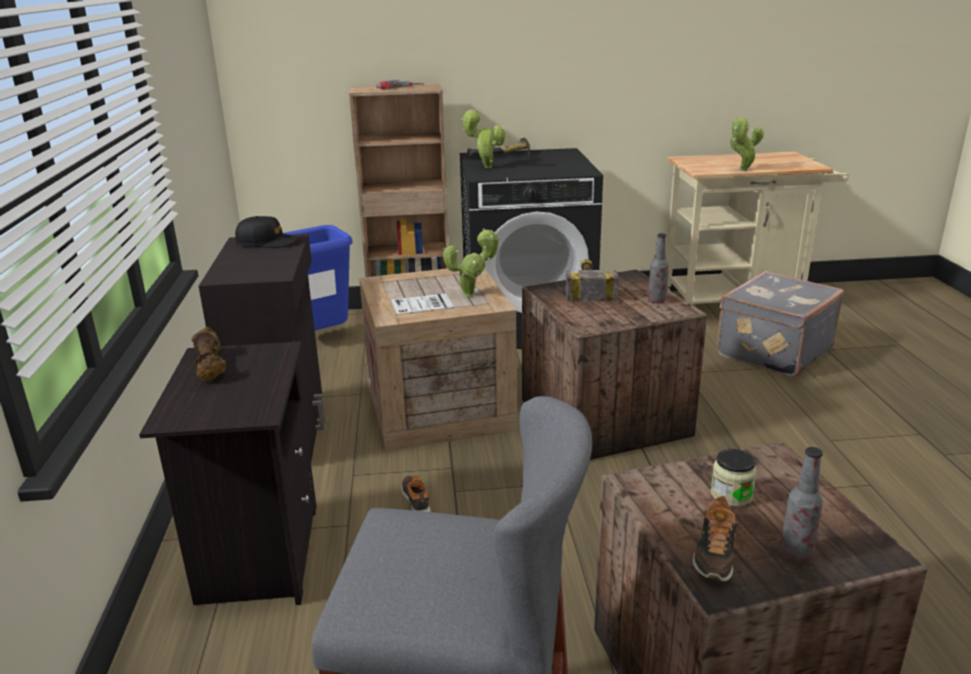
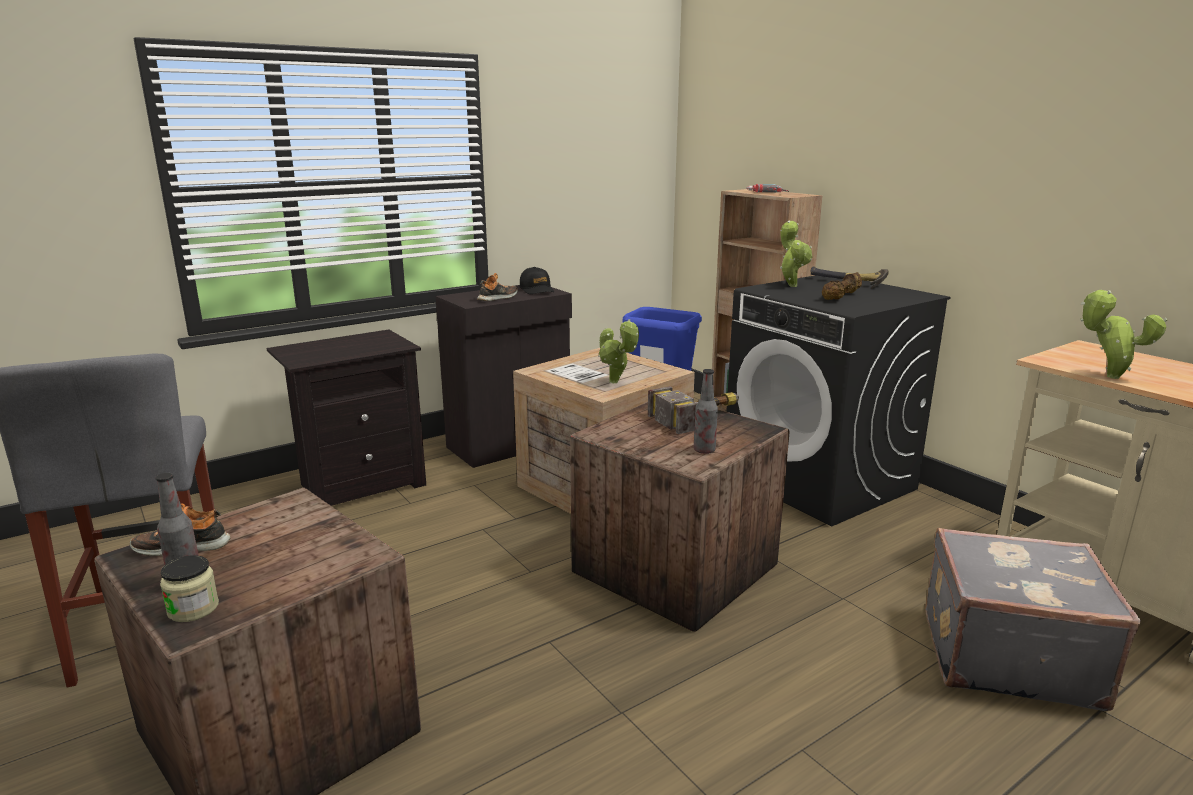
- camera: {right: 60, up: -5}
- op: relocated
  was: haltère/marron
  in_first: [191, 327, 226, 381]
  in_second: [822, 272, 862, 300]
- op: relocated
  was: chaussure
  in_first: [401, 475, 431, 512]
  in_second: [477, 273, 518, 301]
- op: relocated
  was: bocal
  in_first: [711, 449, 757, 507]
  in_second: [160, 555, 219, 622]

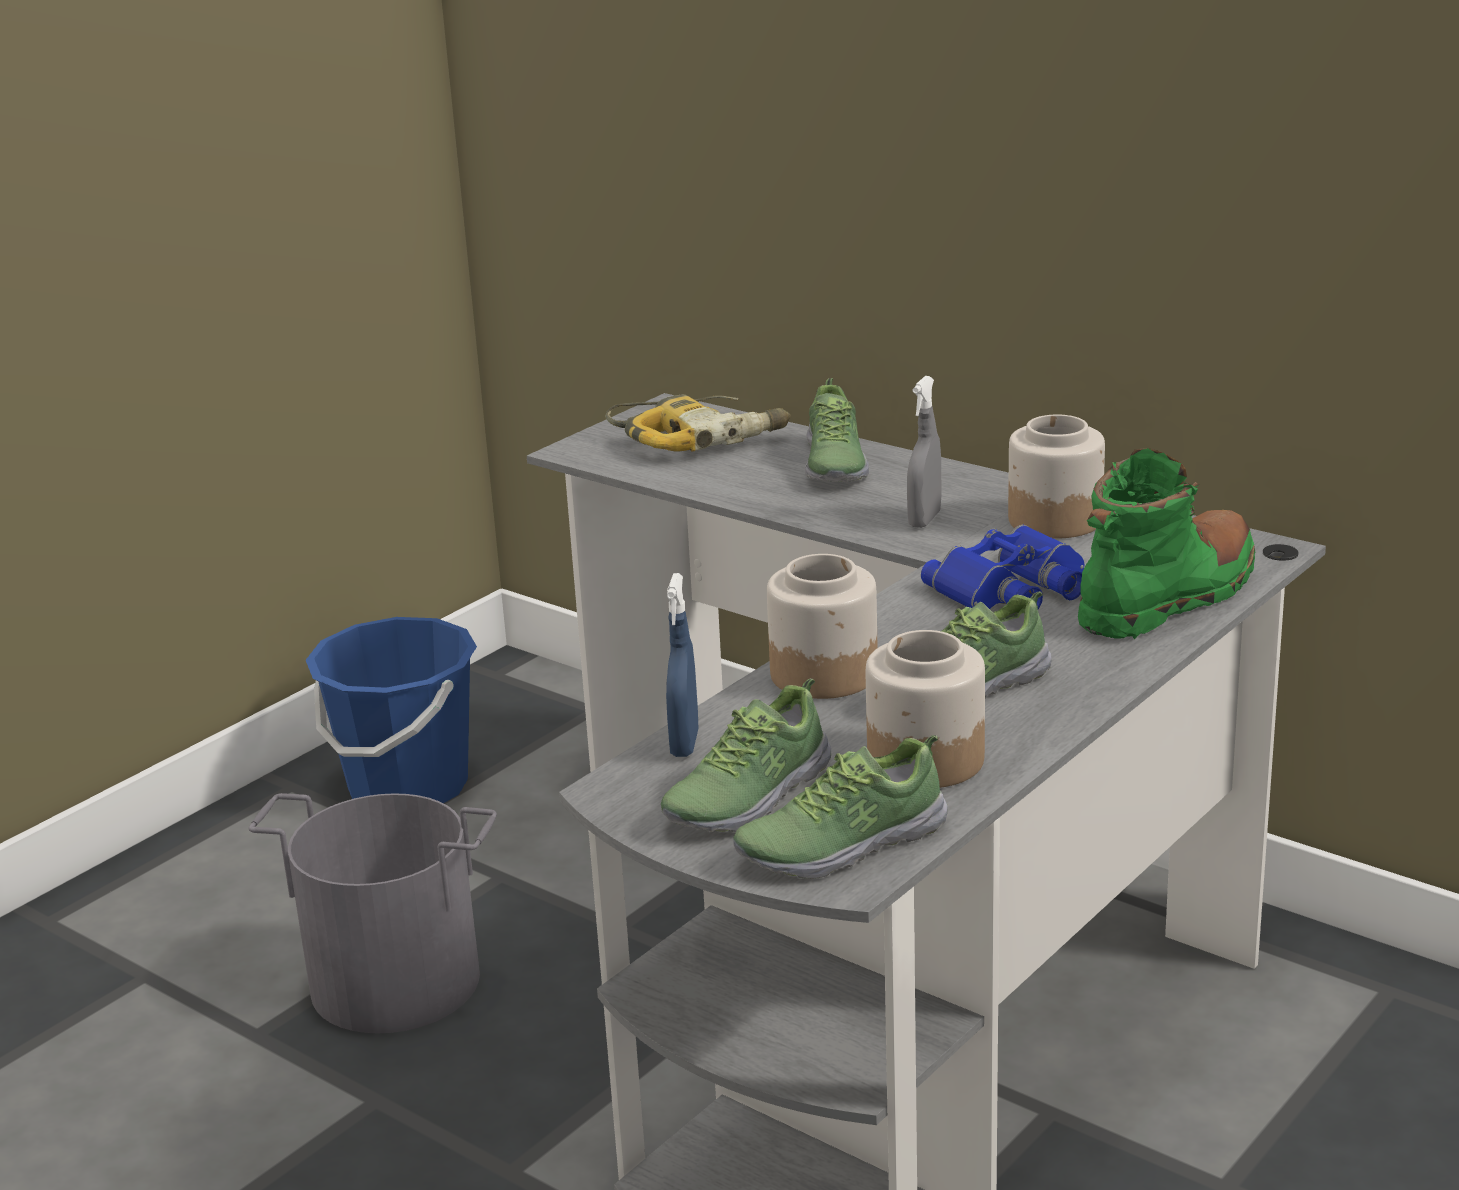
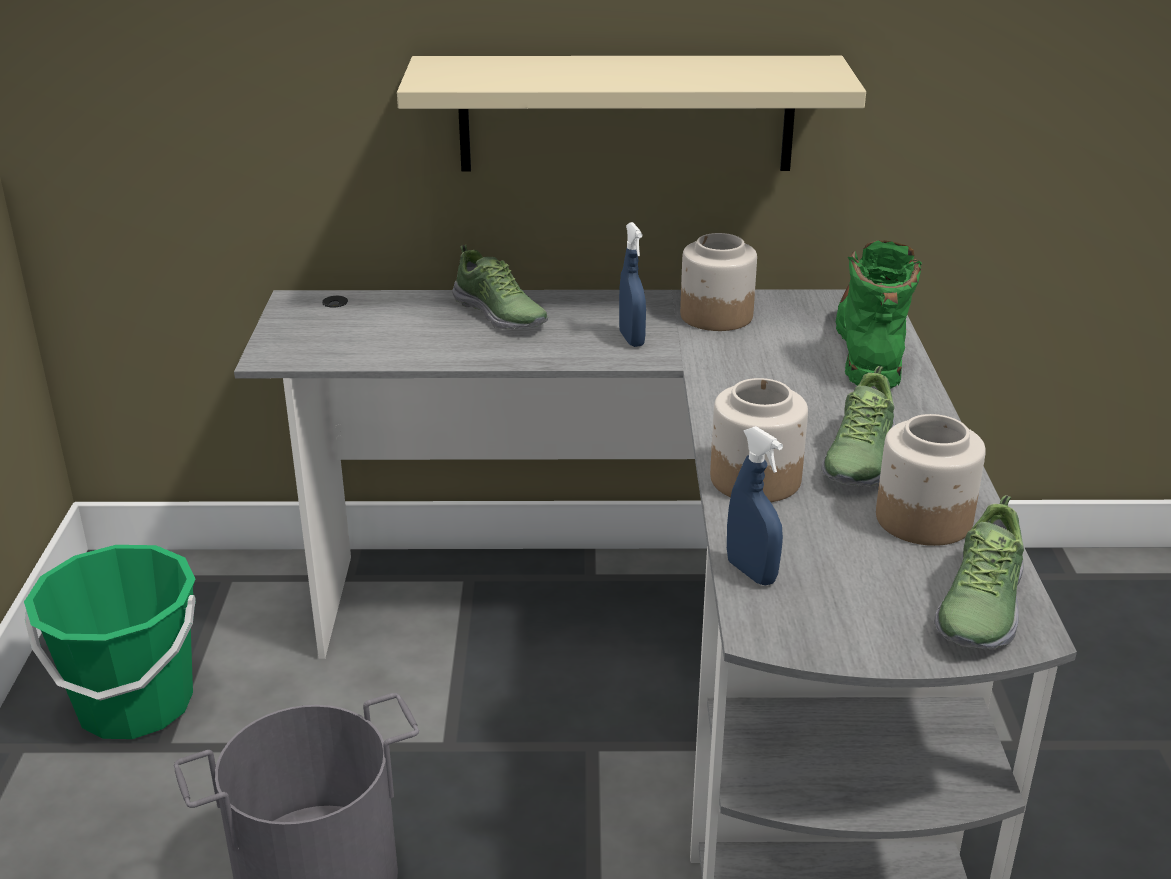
- camera: {right: -40, up: 5}
- op: missing
  was: perceuse
  in_first: [605, 394, 791, 452]
- op: missing
  was: chaussure
  in_first: [661, 678, 831, 832]
- op: missing
  was: jumelles/bleu
  in_first: [921, 525, 1084, 609]
- op: appeared
  now: étagère/beige
  in_second: [397, 56, 866, 171]
- op: colour
  was: seau/bleu
  now: seau/vert
  in_first: [306, 617, 477, 803]
  in_second: [24, 545, 196, 739]
- op: colour
  was: vaporisateur/gris
  now: vaporisateur/bleu
  in_first: [907, 376, 941, 528]
  in_second: [619, 222, 646, 347]

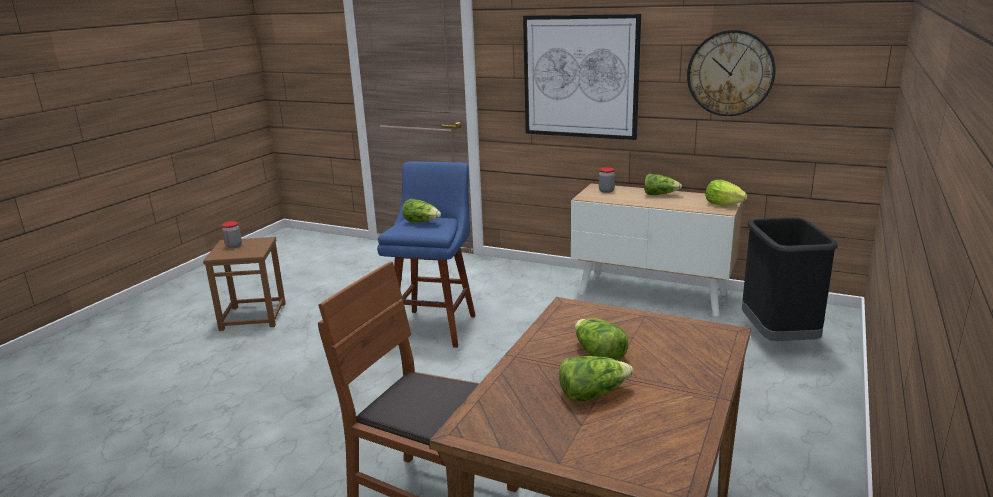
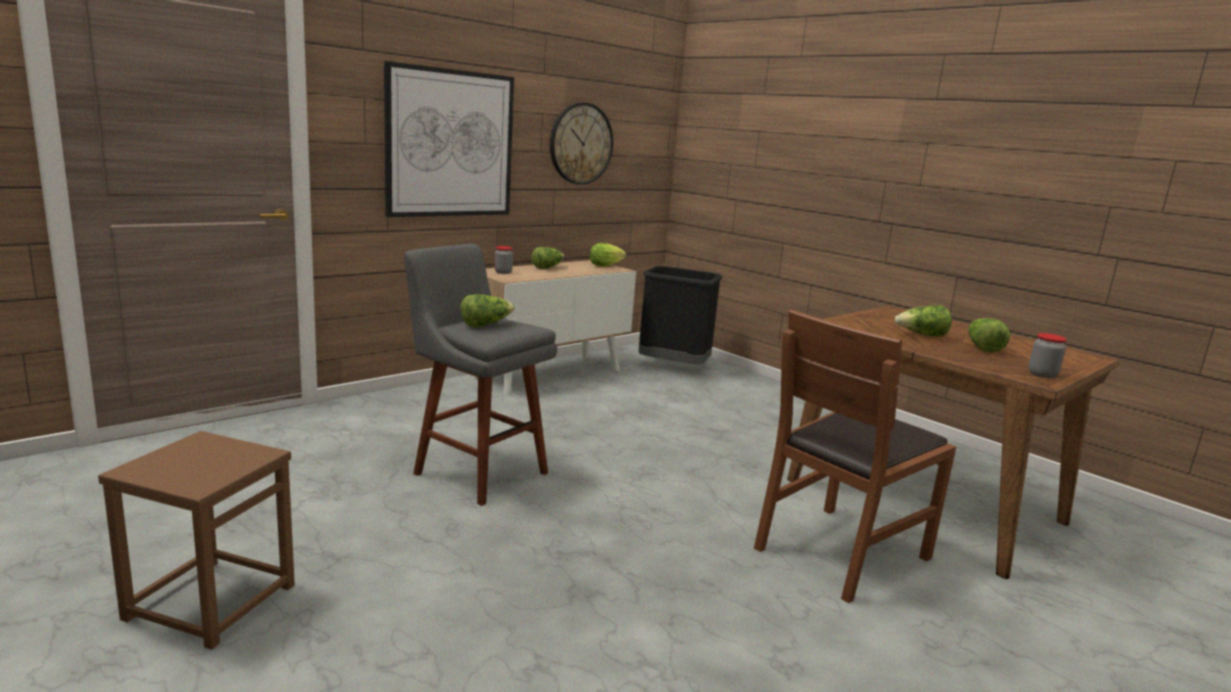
- camera: {right: -70, up: -5}
- op: relocated
  was: bocal
  in_first: [222, 221, 242, 248]
  in_second: [1029, 333, 1067, 378]
- op: colour
  was: tabouret/bleu
  now: tabouret/gris
  in_first: [377, 162, 476, 348]
  in_second: [404, 244, 557, 506]

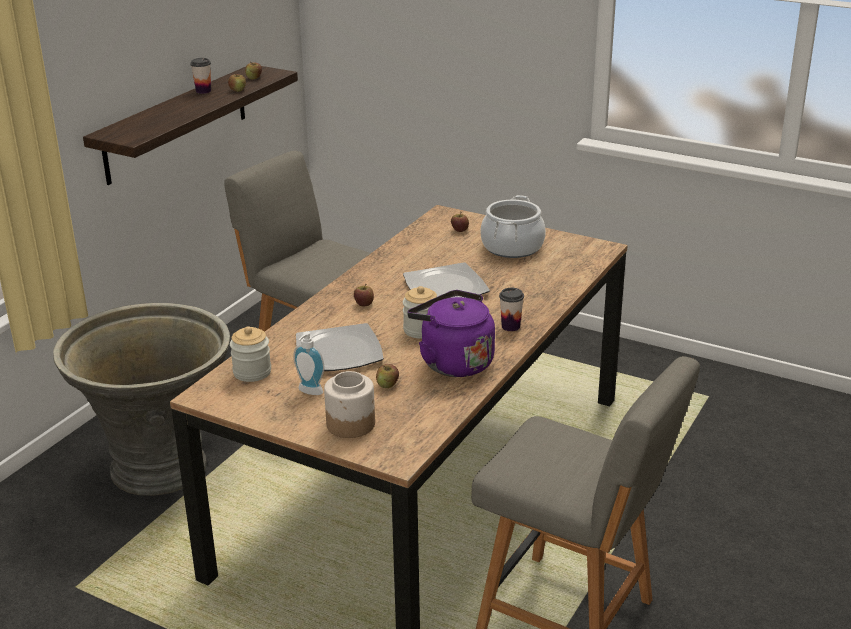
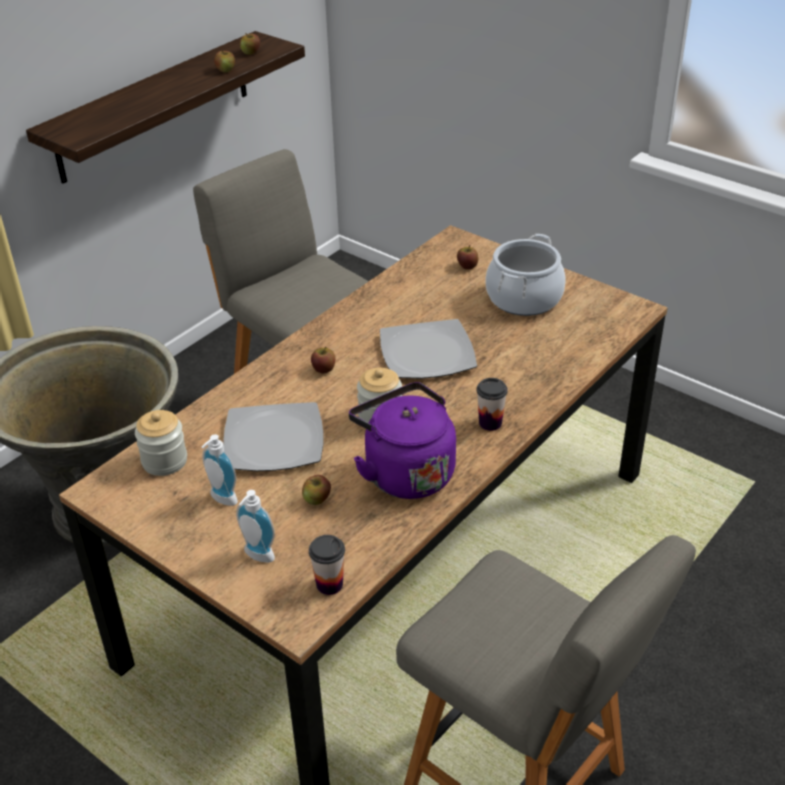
- camera: {right: 10, up: 10}
- op: relocated
  was: tasse
  in_first: [190, 58, 211, 94]
  in_second: [309, 535, 345, 595]
- op: exchanged
  was: bocal
  now: distributeur de savon
  in_first: [324, 371, 375, 438]
  in_second: [236, 490, 275, 563]

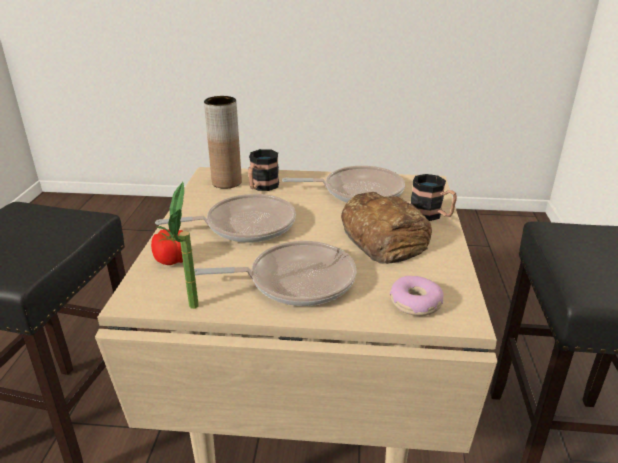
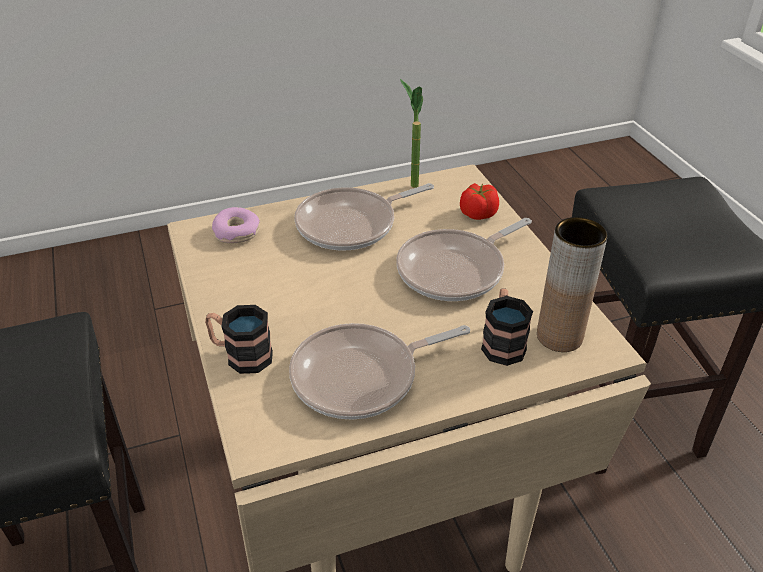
- camera: {right: 155, up: 10}
- op: missing
  was: pain
  in_first: [341, 192, 432, 264]

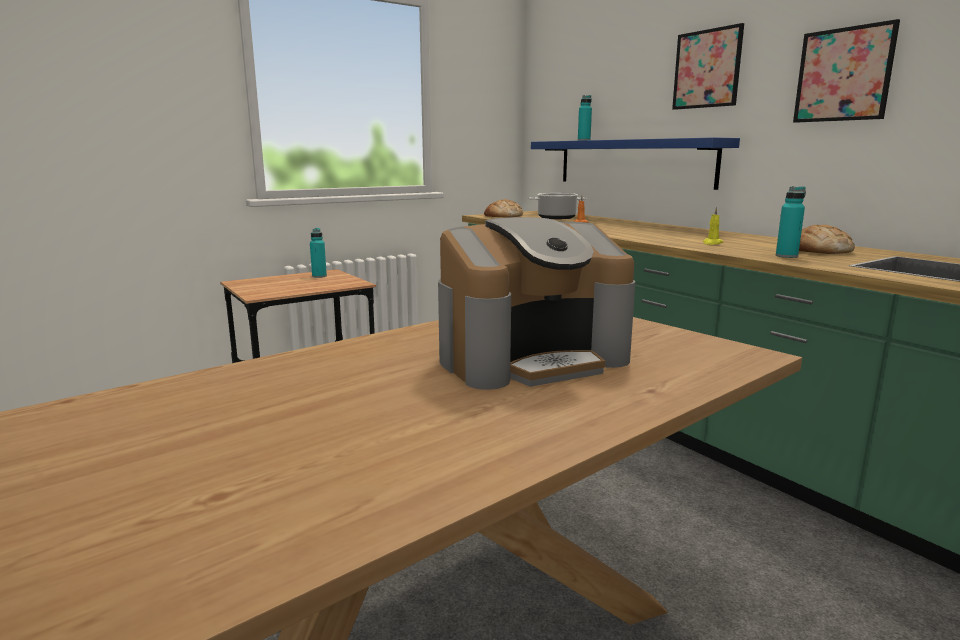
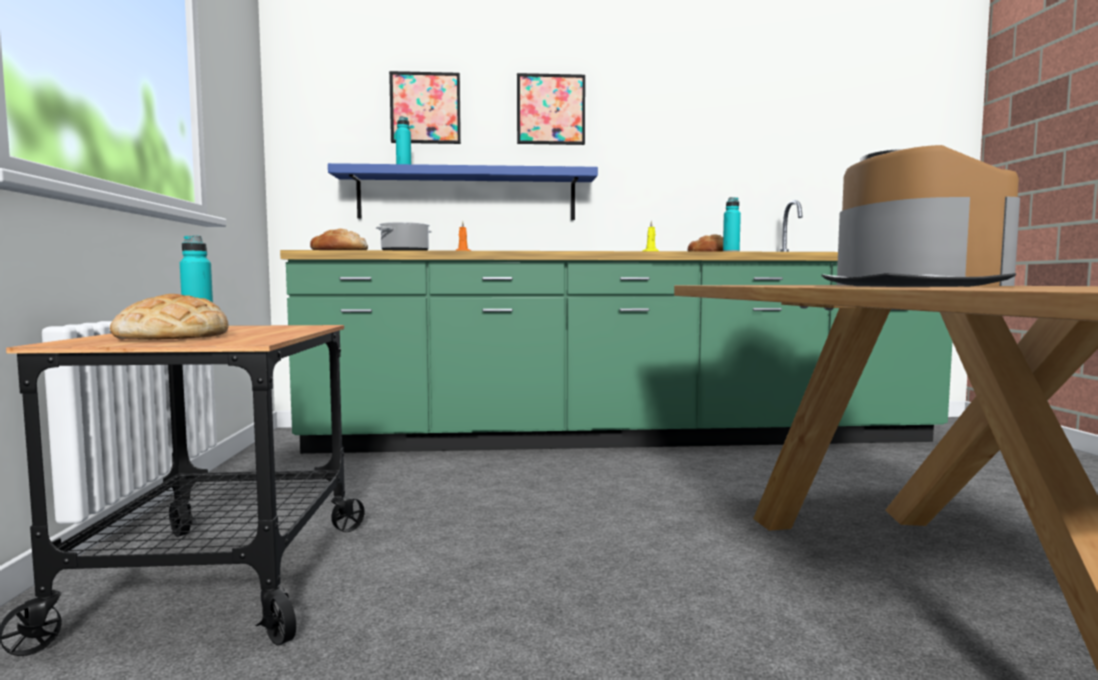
- camera: {right: -60, up: -10}
- op: appeared
  now: pain
  in_second: [110, 294, 228, 340]
- op: appeared
  now: assiette
  in_second: [821, 273, 1016, 287]
- op: relocated
  was: tableau
  in_first: [793, 19, 900, 123]
  in_second: [389, 71, 461, 144]

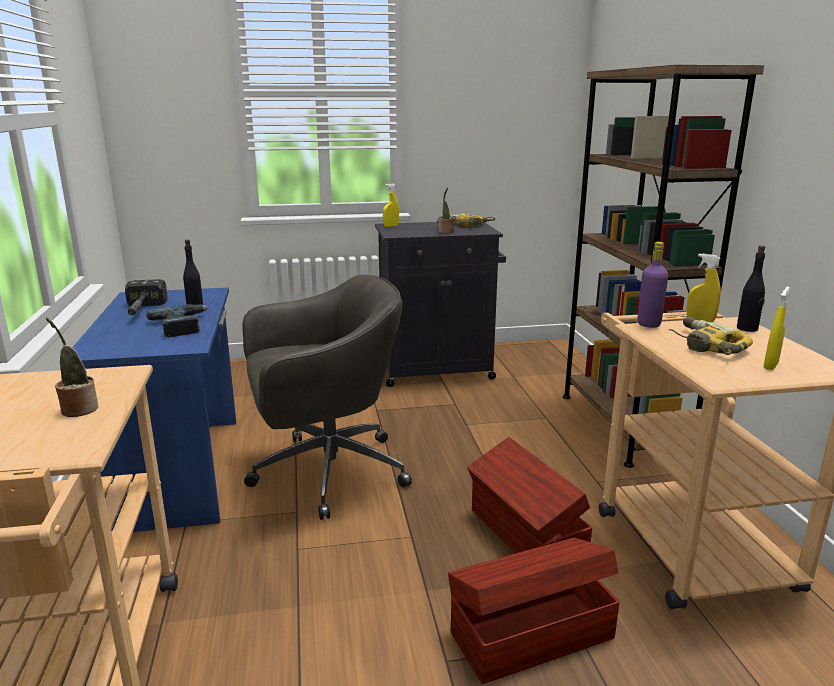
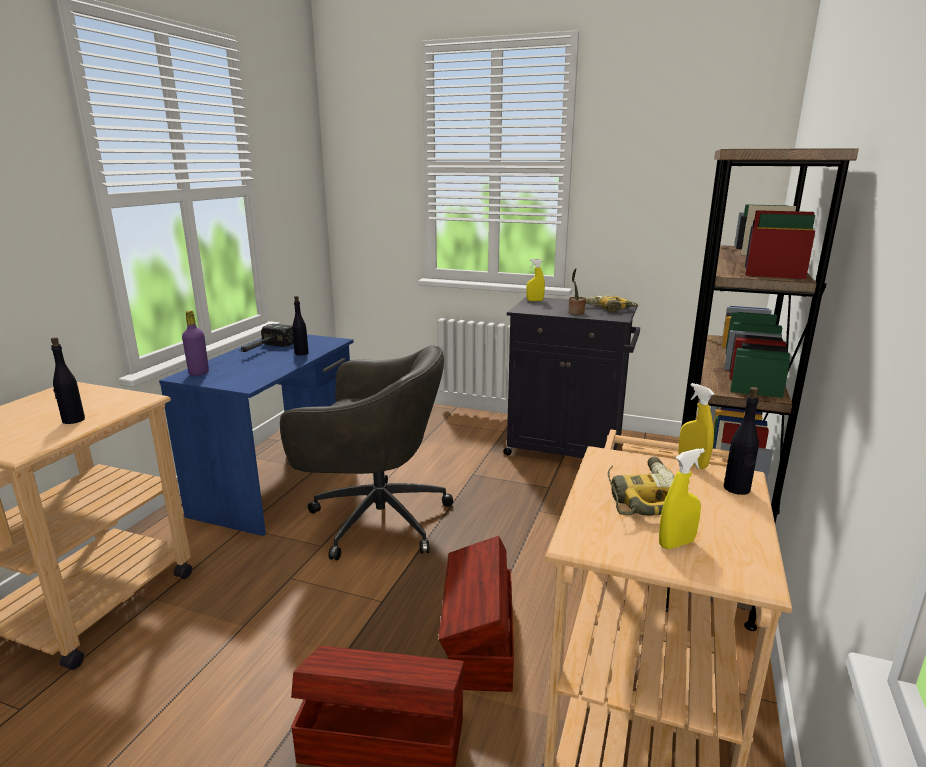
- camera: {right: 30, up: 0}
- op: missing
  was: perceuse
  in_first: [146, 304, 209, 337]
- op: relocated
  was: bouteille/violet
  in_first: [637, 242, 668, 328]
  in_second: [182, 310, 209, 376]
- op: exchanged
  was: plante en pot
  now: bouteille/noir
  in_first: [46, 318, 99, 417]
  in_second: [51, 337, 85, 424]

